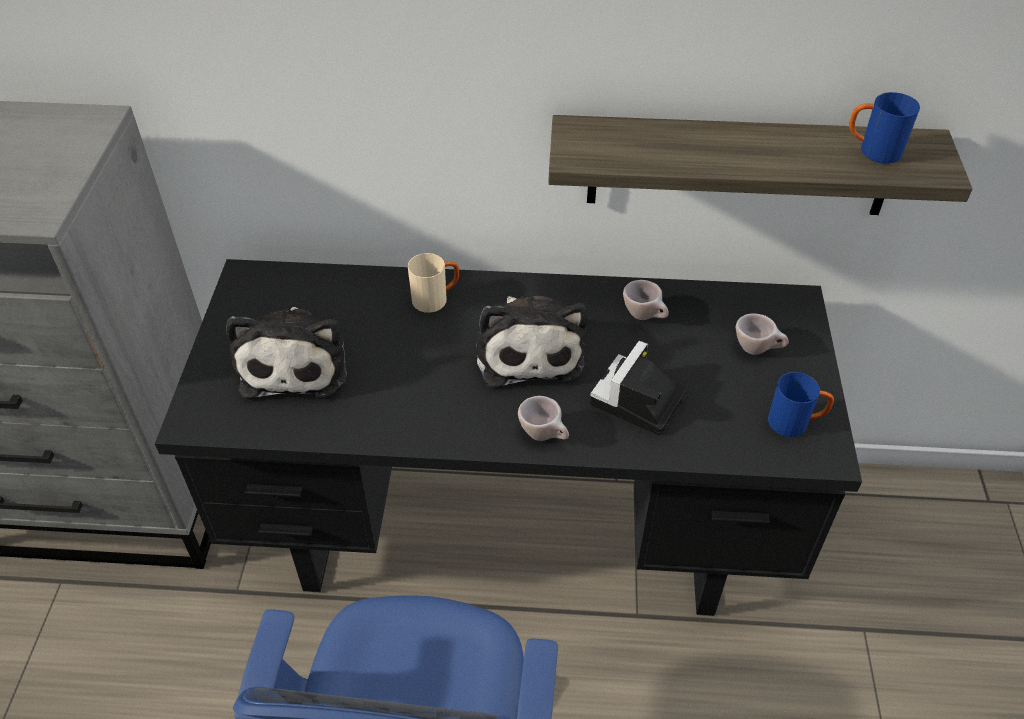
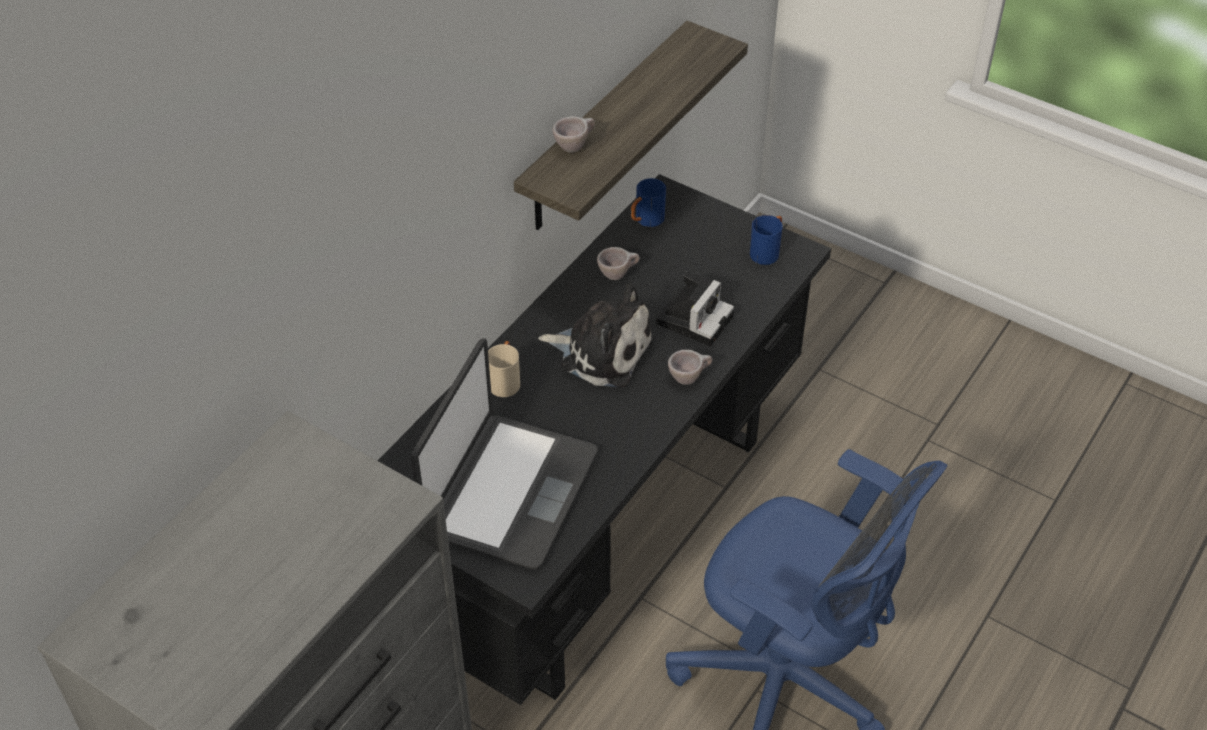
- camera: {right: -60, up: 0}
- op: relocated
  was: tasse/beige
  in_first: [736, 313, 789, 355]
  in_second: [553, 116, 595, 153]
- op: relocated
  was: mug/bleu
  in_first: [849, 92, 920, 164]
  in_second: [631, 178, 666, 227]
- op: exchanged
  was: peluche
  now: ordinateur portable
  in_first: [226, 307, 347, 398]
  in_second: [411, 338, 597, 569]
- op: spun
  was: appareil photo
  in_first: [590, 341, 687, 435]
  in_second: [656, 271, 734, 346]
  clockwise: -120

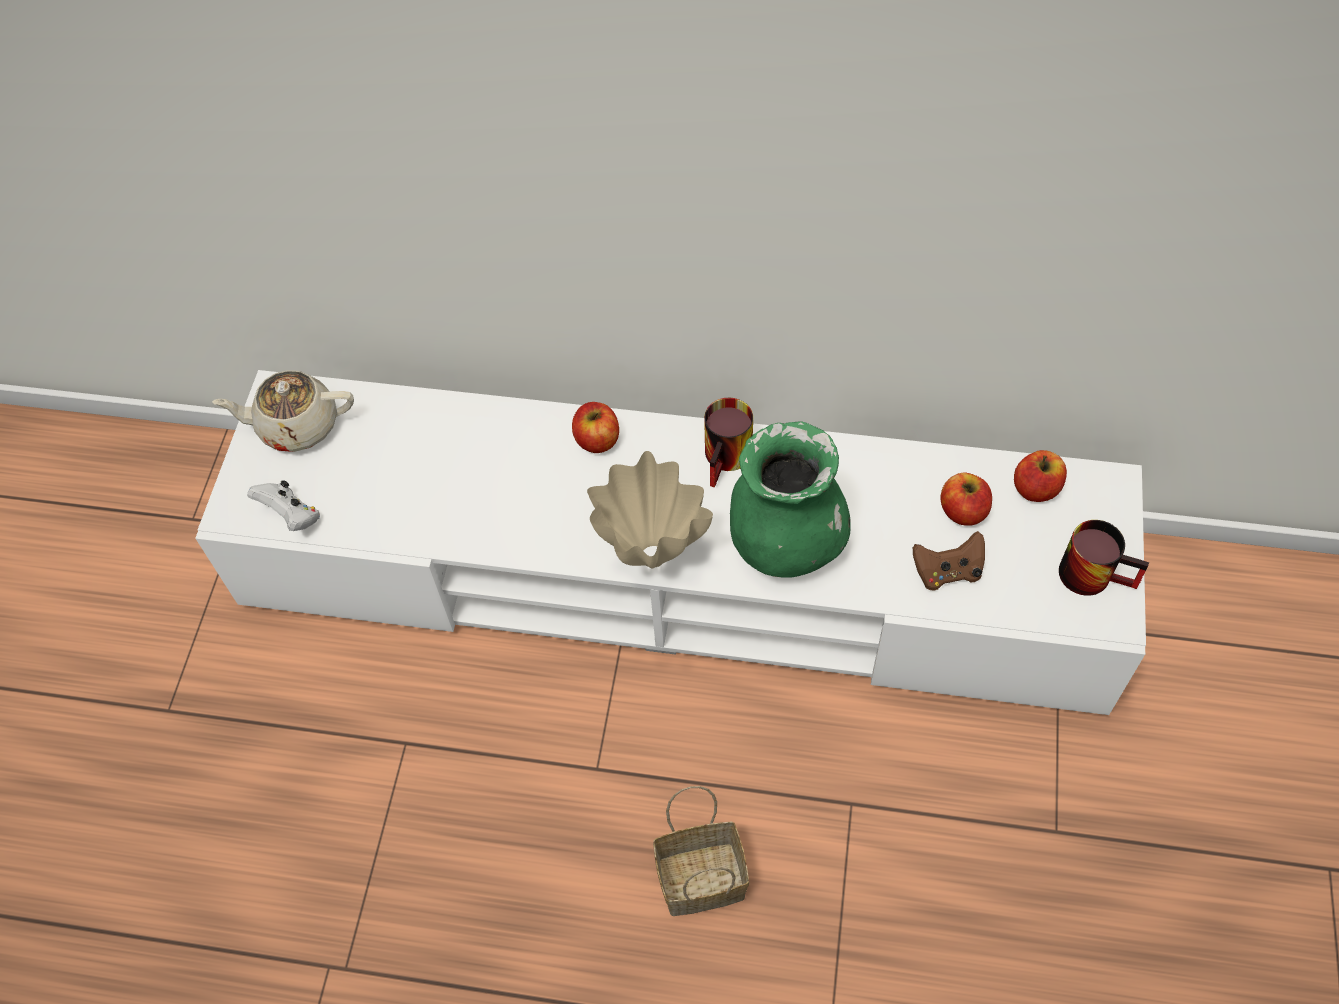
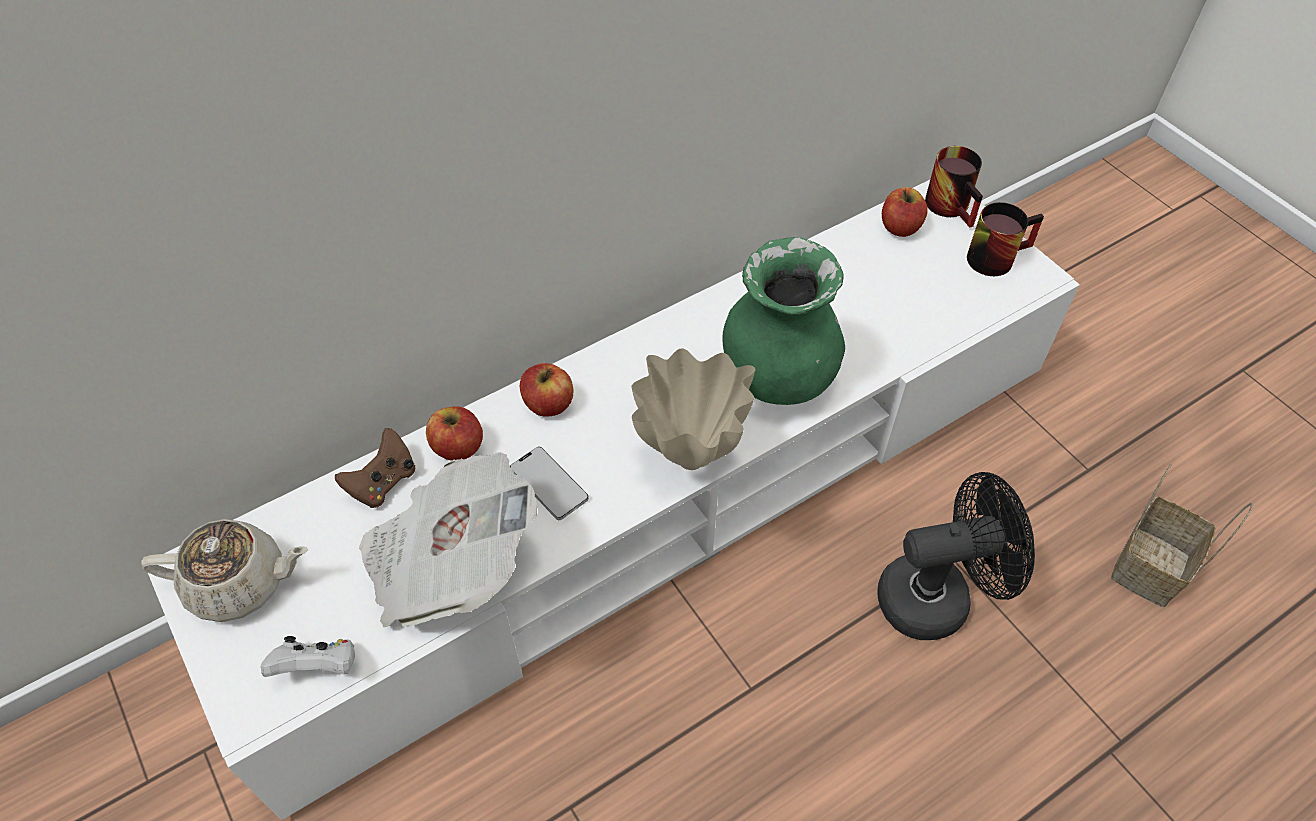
- camera: {right: -45, up: -5}
- op: appeared
  now: journal
  in_second: [359, 452, 537, 627]
- op: appeared
  now: téléphone
  in_second: [510, 446, 589, 520]
- op: appeared
  now: ventilateur/noir
  in_second: [877, 472, 1035, 640]
- op: relocated
  was: panier
  in_first: [653, 786, 749, 916]
  in_second: [1111, 463, 1254, 607]
- op: relocated
  was: mug
  in_first: [704, 398, 753, 488]
  in_second: [925, 146, 983, 228]
- op: relocated
  was: manette/marron
  in_first: [912, 531, 985, 590]
  in_second: [335, 428, 415, 508]
- op: relocated
  was: pomme
  in_first: [941, 473, 992, 526]
  in_second: [426, 406, 483, 461]
- op: spun
  was: théière/beige
  in_first: [212, 370, 354, 452]
  in_second: [141, 519, 308, 622]
  clockwise: -135

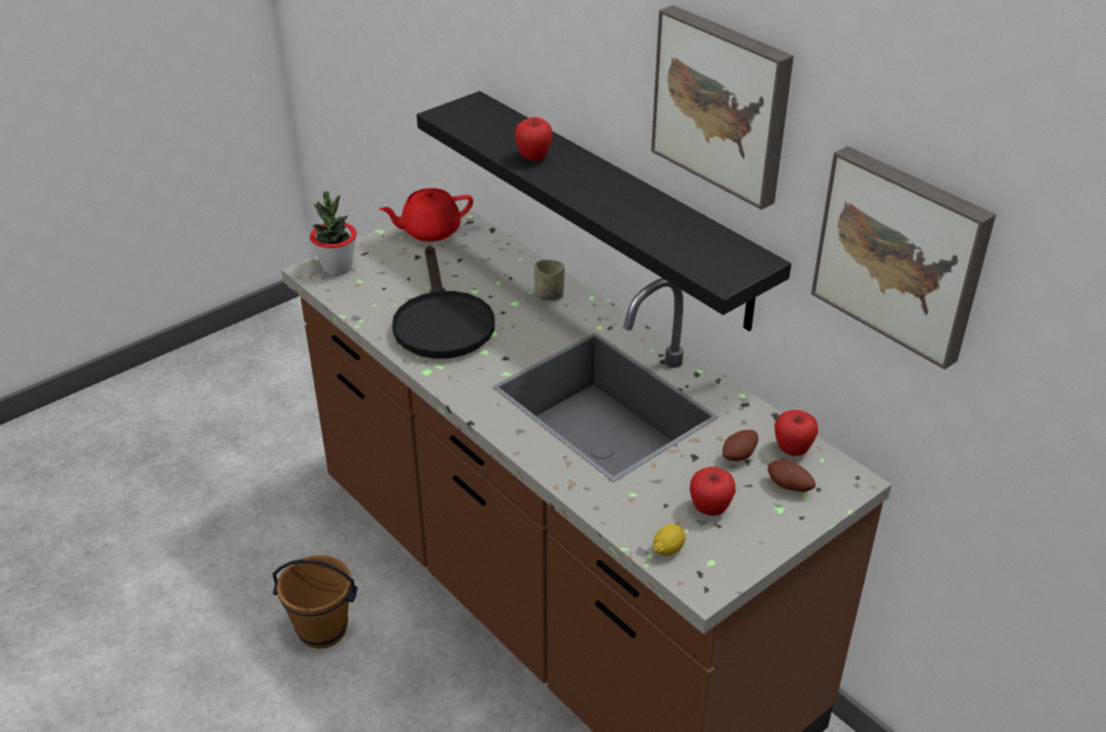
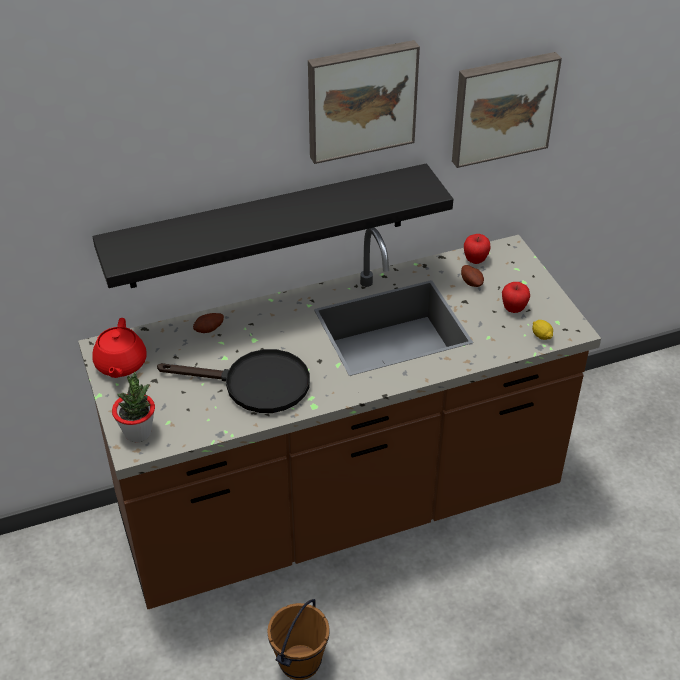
- camera: {right: -70, up: 5}
- op: missing
  was: pomme
  in_first: [515, 117, 553, 161]
- op: missing
  was: tasse
  in_first: [534, 260, 565, 301]
- op: relocated
  was: pomme de terre
  in_first: [768, 460, 816, 492]
  in_second: [193, 313, 224, 333]

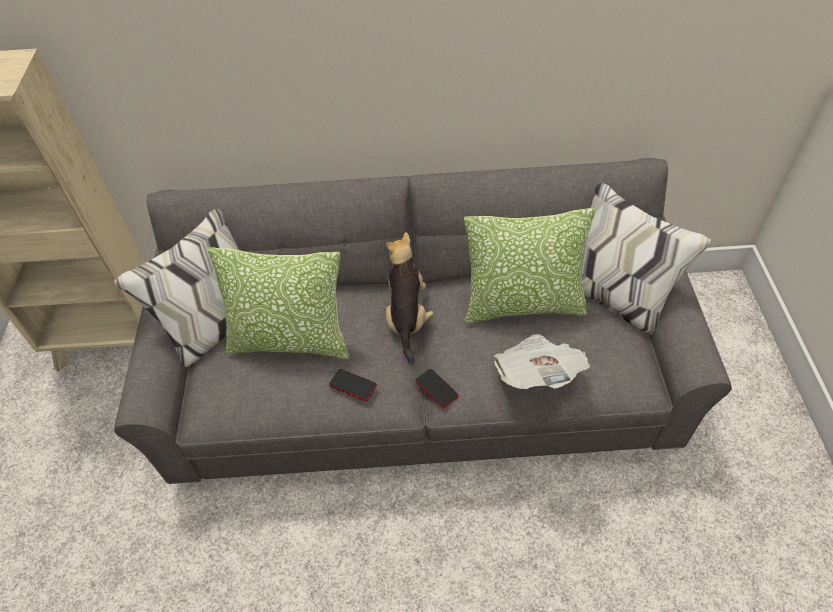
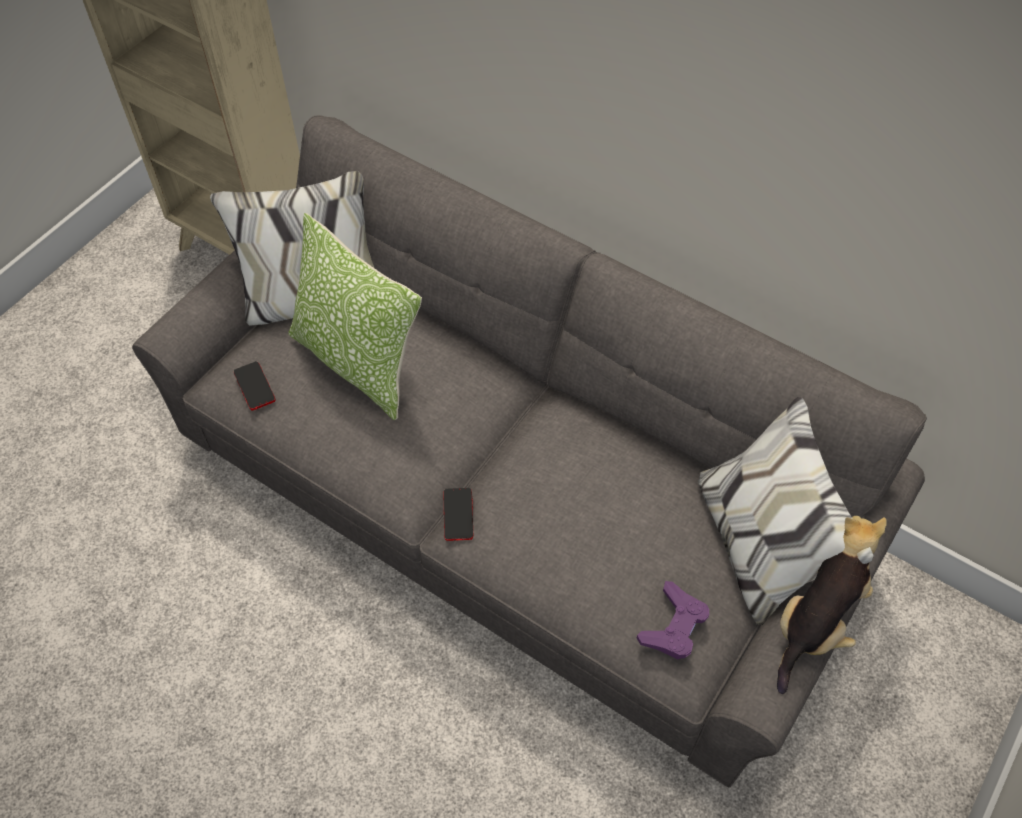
- camera: {right: 35, up: 5}
- op: missing
  was: coussin
  in_first: [464, 208, 595, 323]
- op: missing
  was: journal
  in_first: [494, 334, 590, 389]
- op: appeared
  now: manette/violet
  in_second: [636, 581, 709, 659]
- op: relocated
  was: téléphone
  in_first: [329, 369, 377, 401]
  in_second: [234, 361, 275, 411]
- op: relocated
  was: peluche
  in_first: [386, 232, 434, 364]
  in_second: [777, 516, 887, 694]

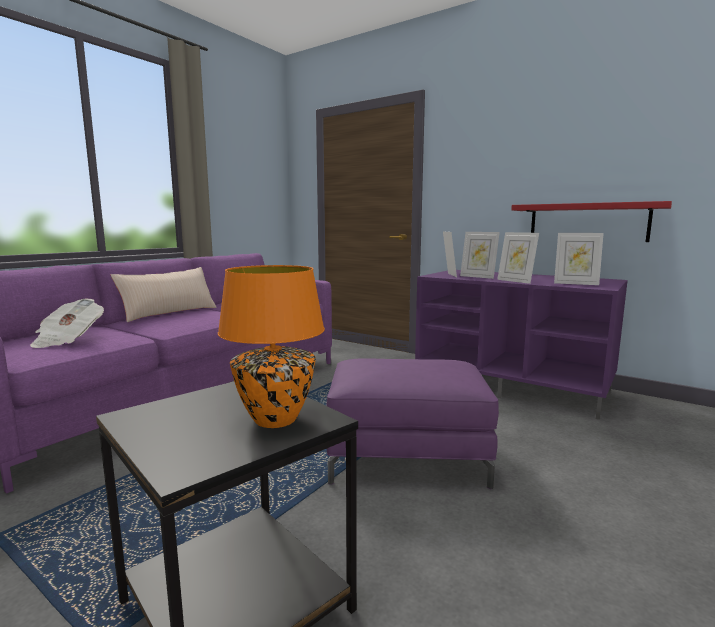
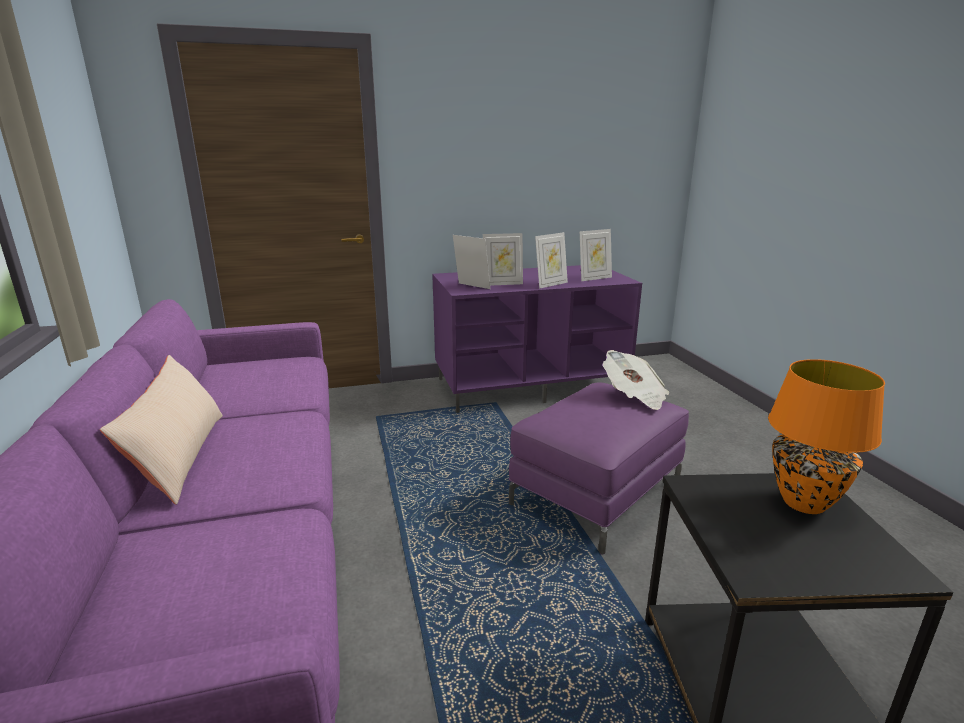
- camera: {right: -50, up: 10}
- op: missing
  was: étagère/rouge
  in_first: [511, 201, 672, 242]
- op: relocated
  was: journal
  in_first: [30, 299, 104, 348]
  in_second: [603, 350, 669, 410]
- op: spun
  was: cadre photo
  in_first: [497, 232, 539, 284]
  in_second: [535, 232, 568, 289]
  clockwise: -45

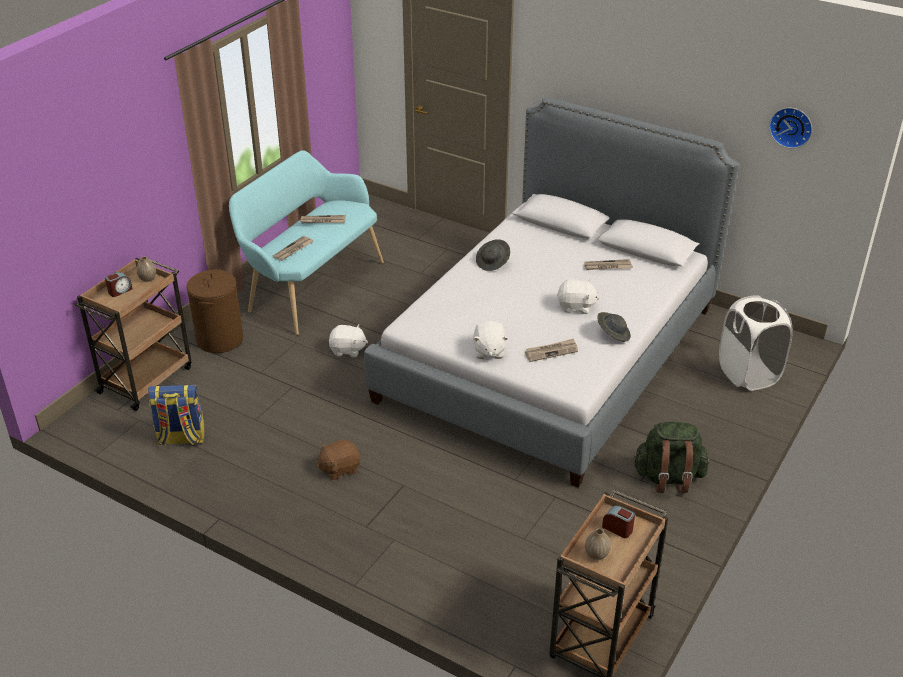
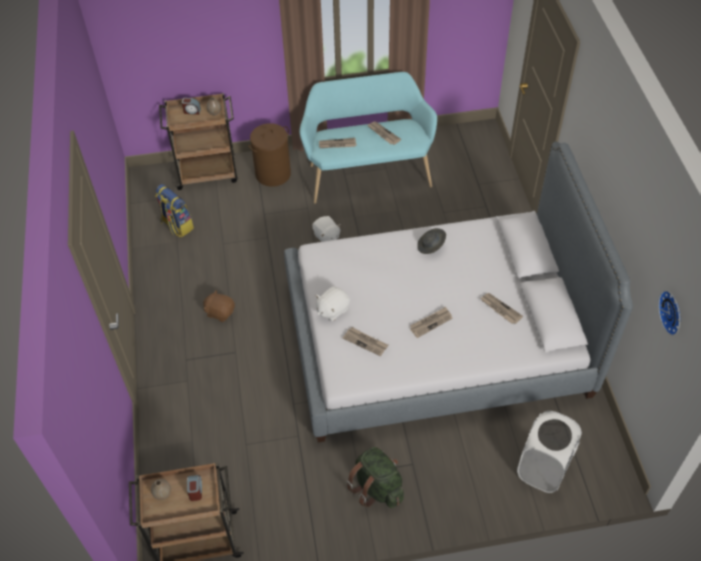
- camera: {right: 50, up: 15}
- op: missing
  was: chapeau/gris
  in_first: [597, 312, 631, 342]
- op: exchanged
  was: peluche/blanc
  now: journal
  in_first: [557, 279, 600, 314]
  in_second: [410, 307, 452, 338]

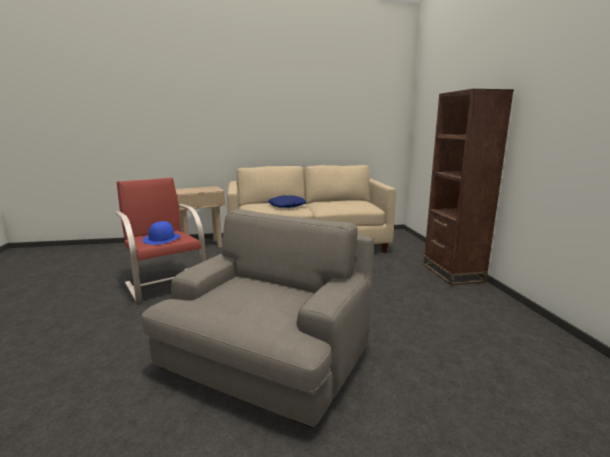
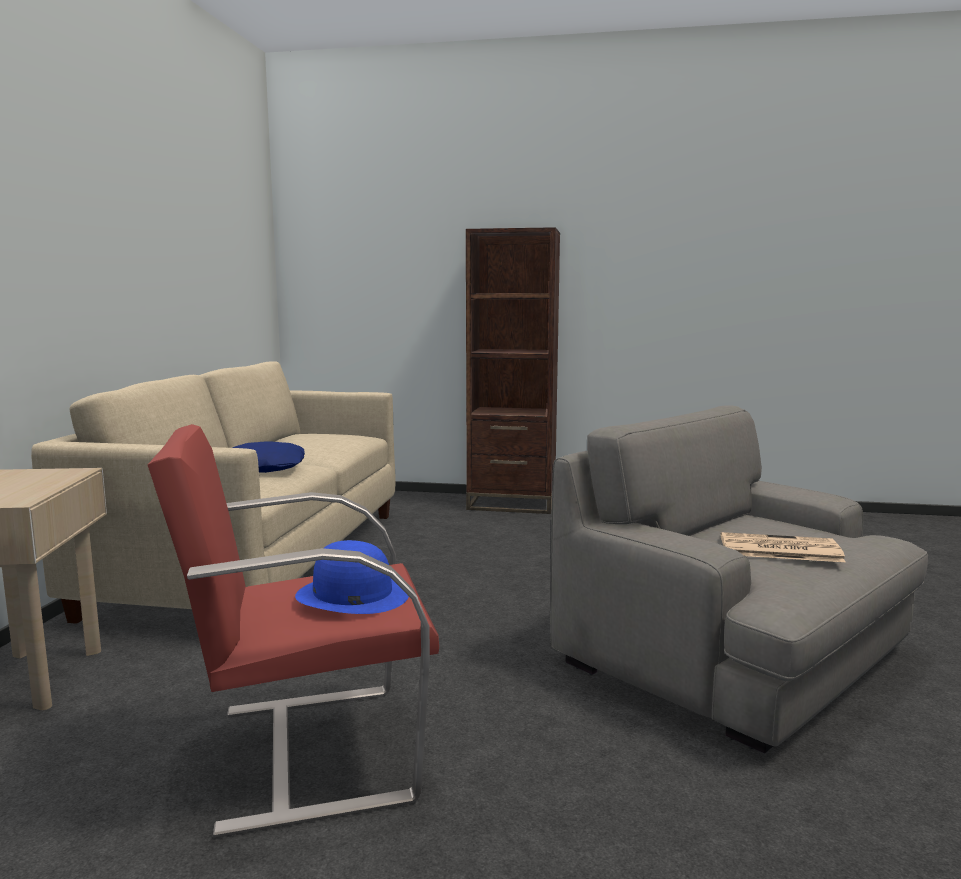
- camera: {right: -70, up: -5}
- op: appeared
  now: journal
  in_second: [721, 532, 846, 562]

